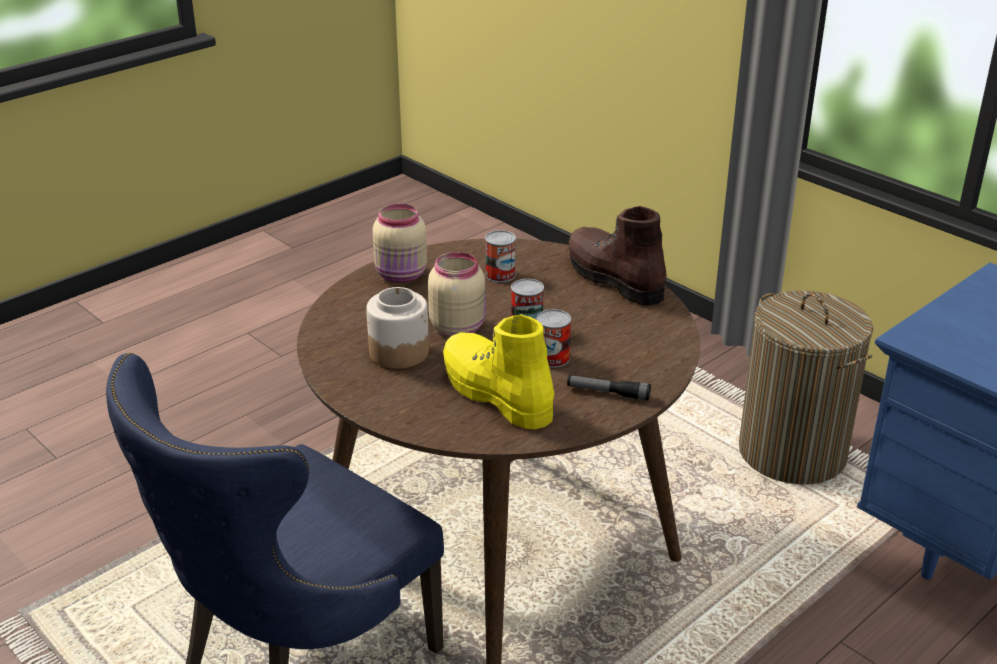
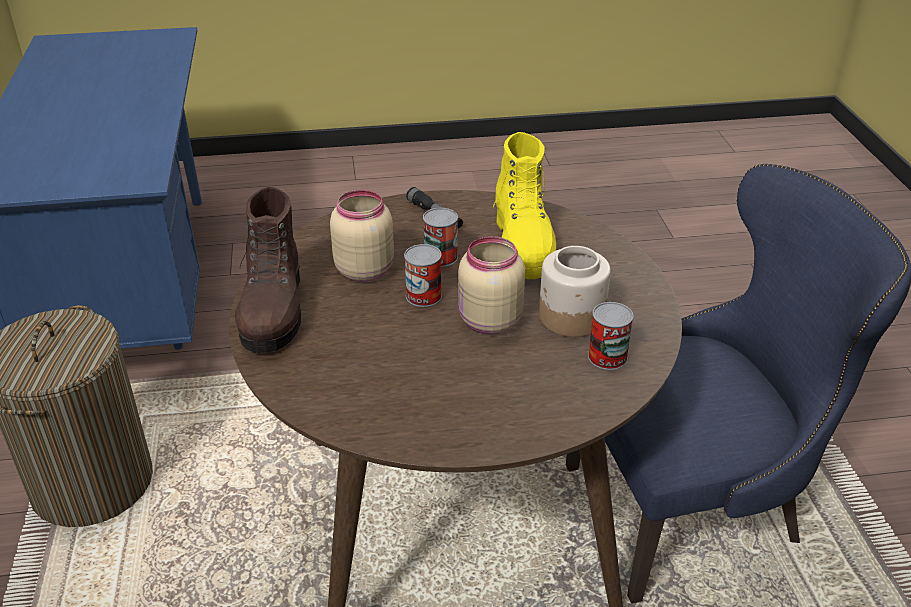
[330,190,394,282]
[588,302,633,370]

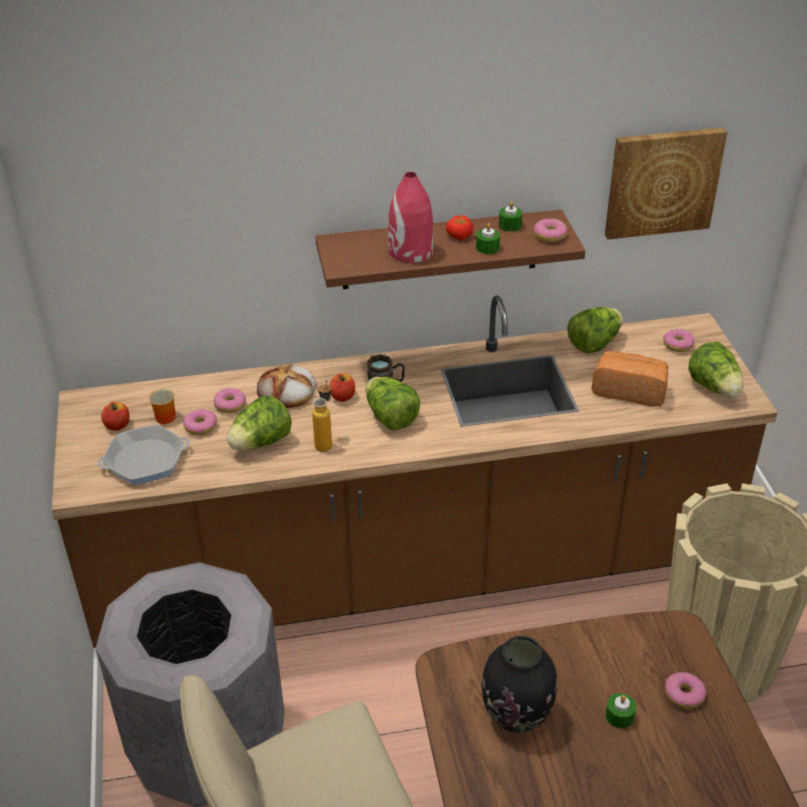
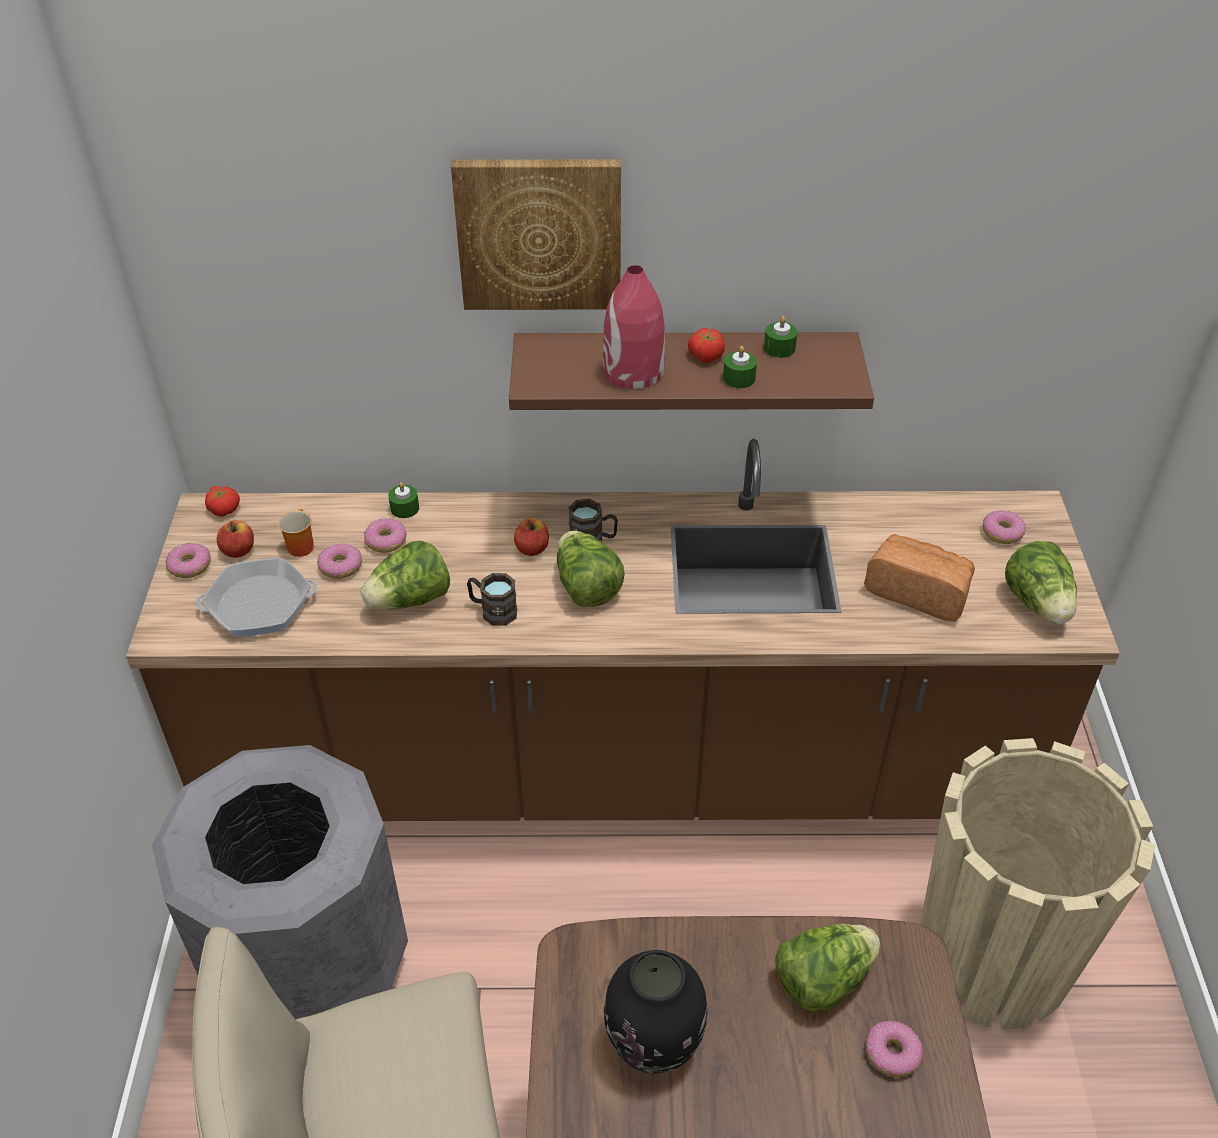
[451,159,621,310]
[166,543,211,578]
[775,924,880,1012]
[257,364,316,408] (first image)
[467,573,517,626]
[388,482,419,518]
[205,486,240,517]

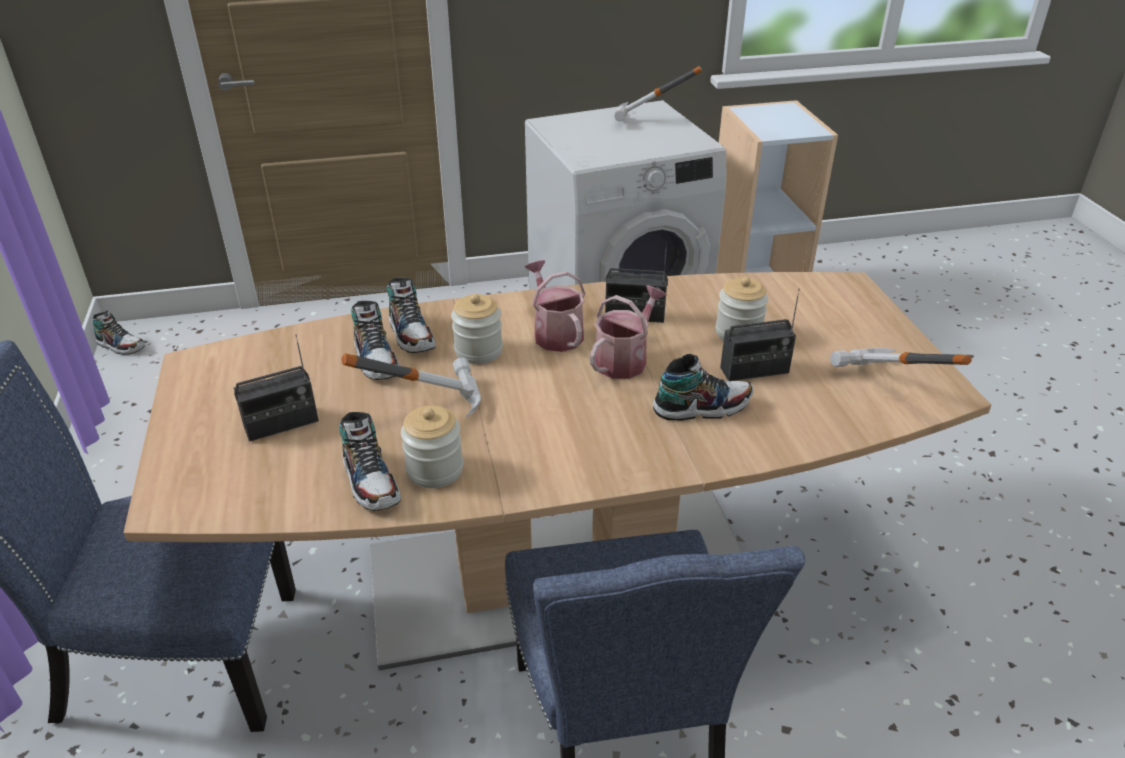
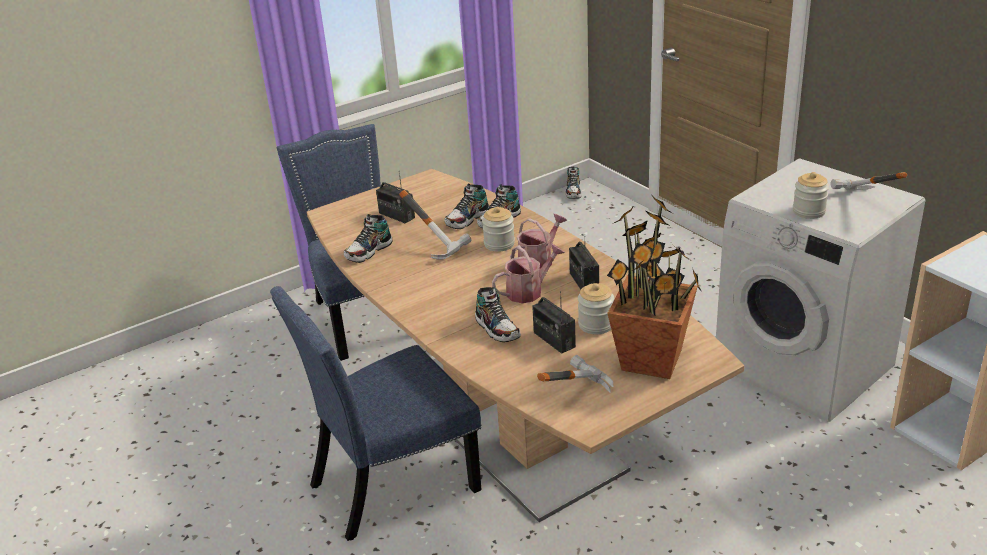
[492,244,565,303]
[793,172,829,219]
[607,196,702,379]

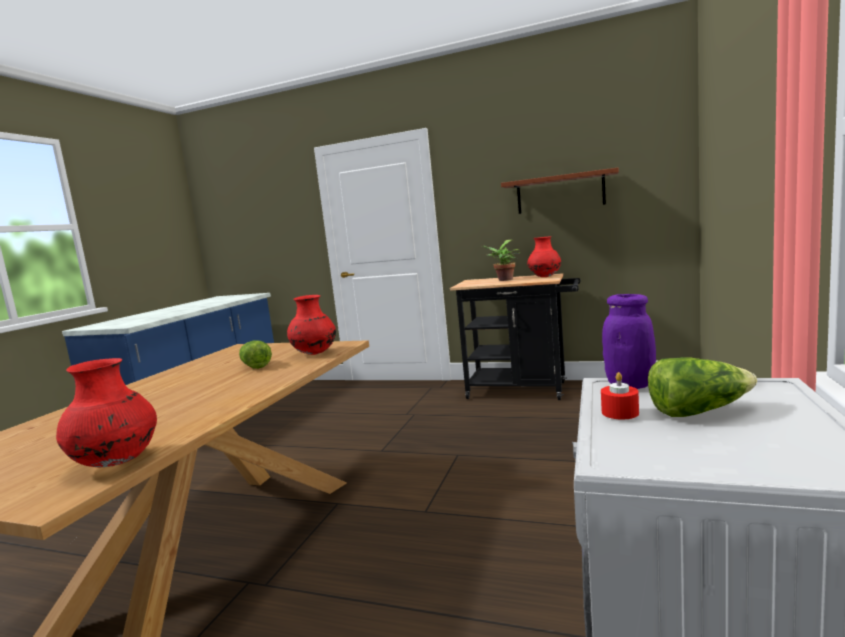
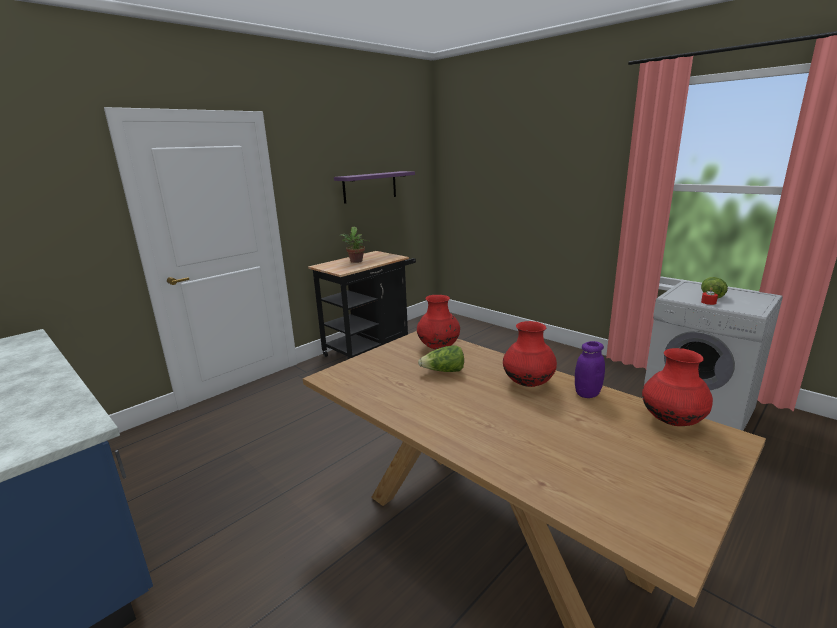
[334,171,415,204]
[503,321,557,387]
[575,341,605,398]

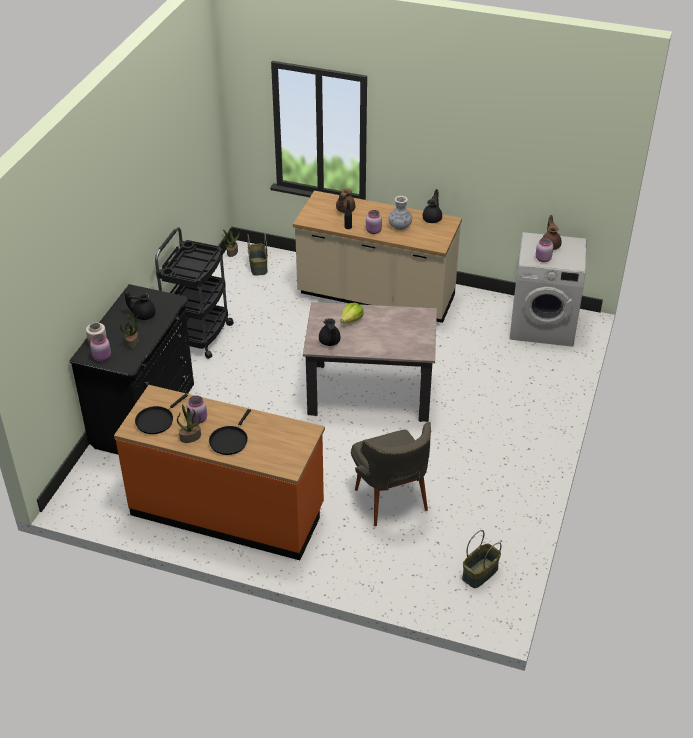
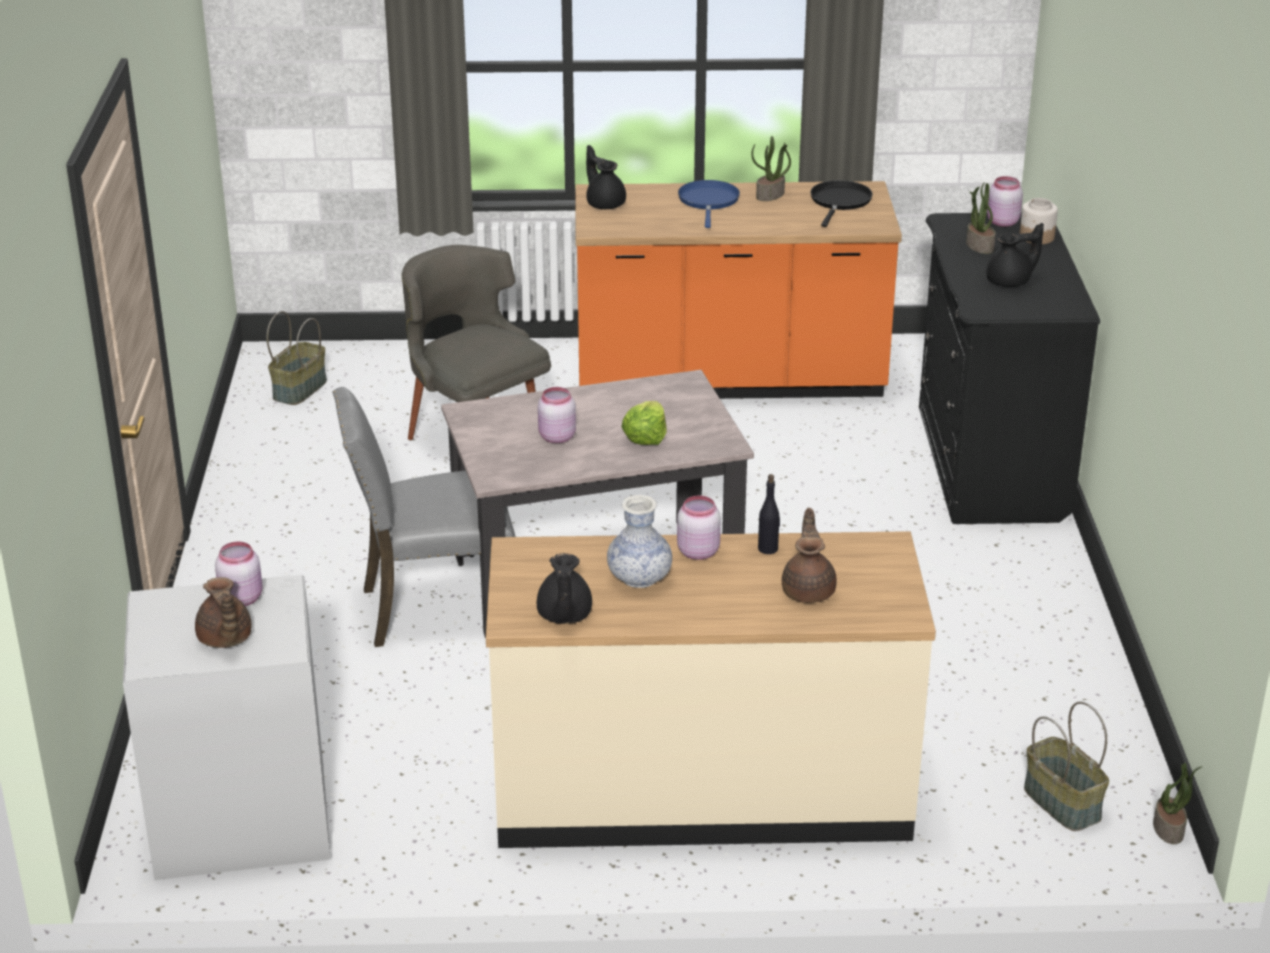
[155,227,234,359] (first image)
[586,145,626,209]
[538,387,576,443]
[678,180,740,228]
[332,387,516,647]

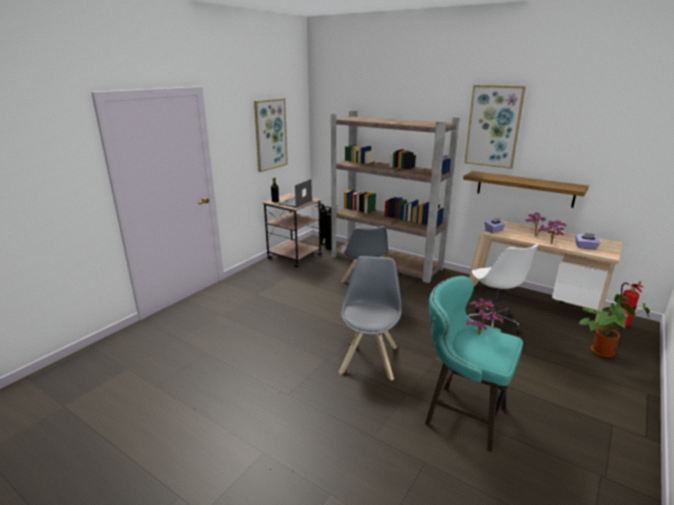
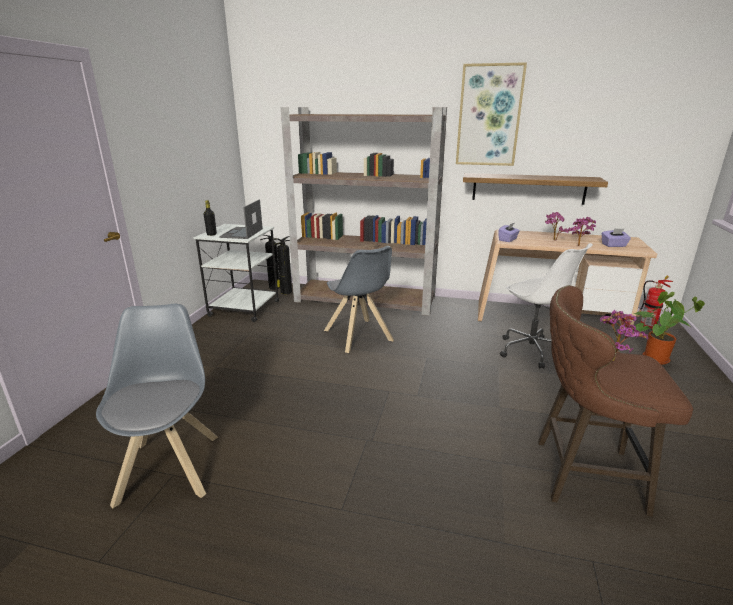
[254,98,288,172] (first image)
[193,224,279,322]
[96,304,218,509]
[538,285,693,517]

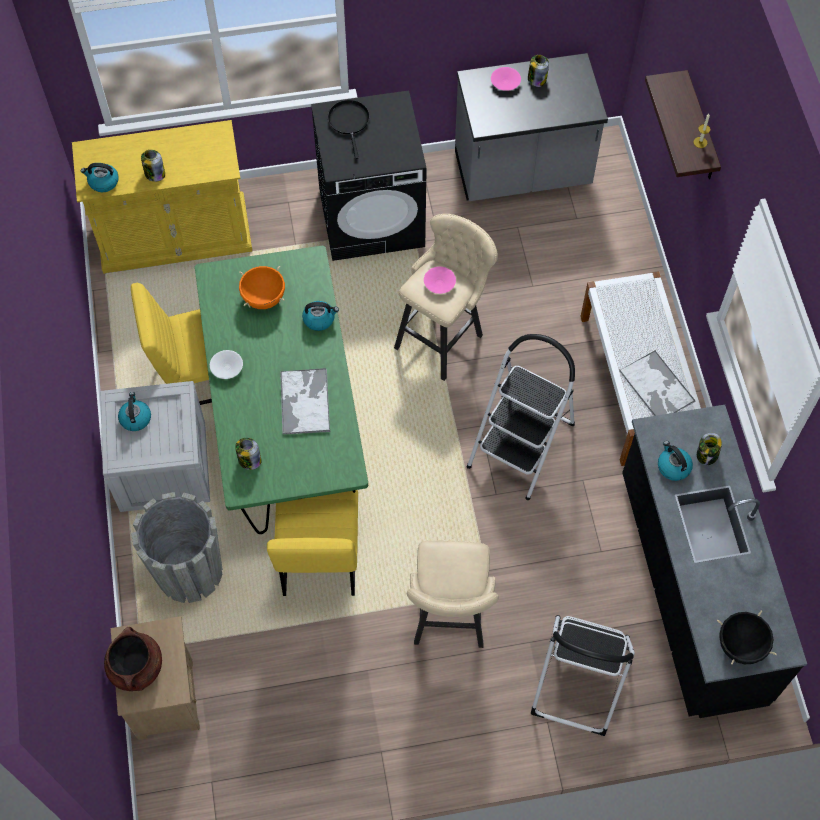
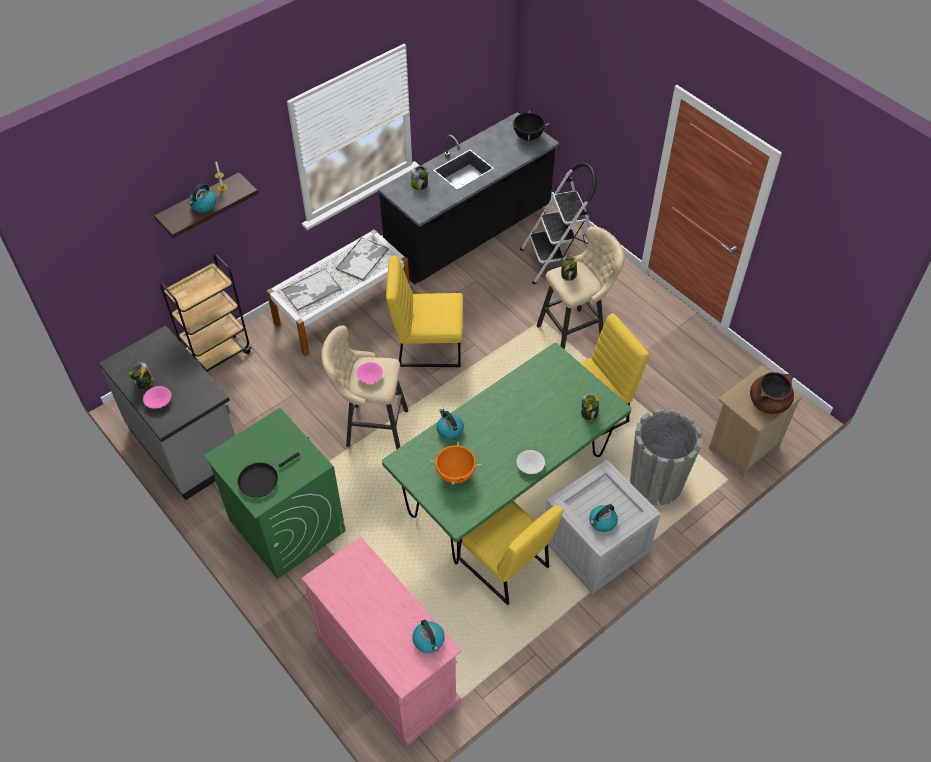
[203,408,346,579]
[302,536,462,746]
[561,255,577,281]
[386,256,463,367]
[281,269,342,311]
[188,183,216,212]
[160,254,252,373]

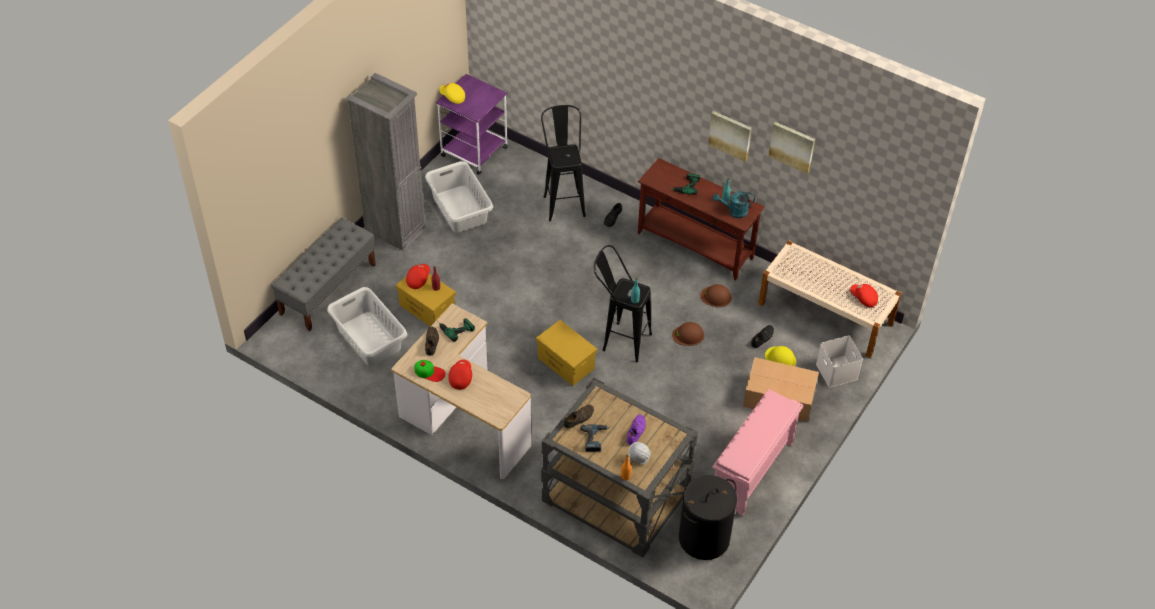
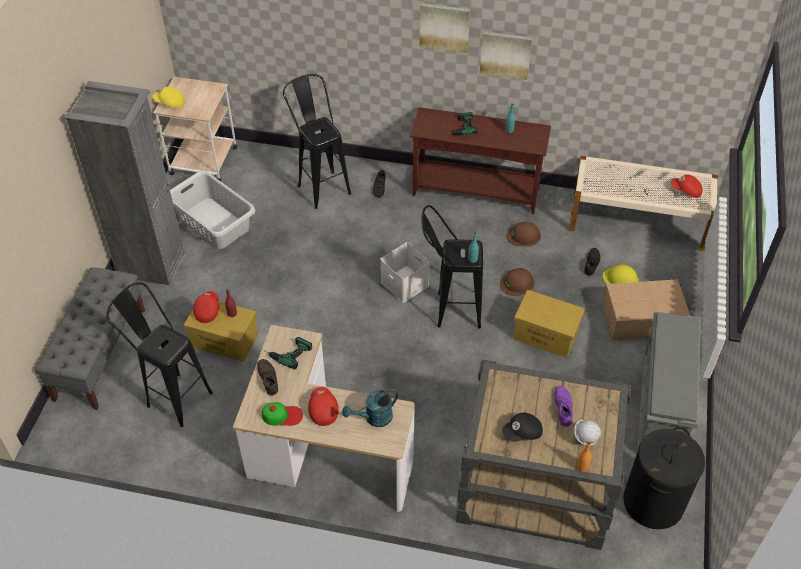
[153,77,237,181]
[419,3,470,53]
[342,389,398,427]
[107,282,213,427]
[513,290,585,358]
[380,242,430,303]
[636,312,701,455]
[563,404,594,429] (first image)
[502,413,543,442]

